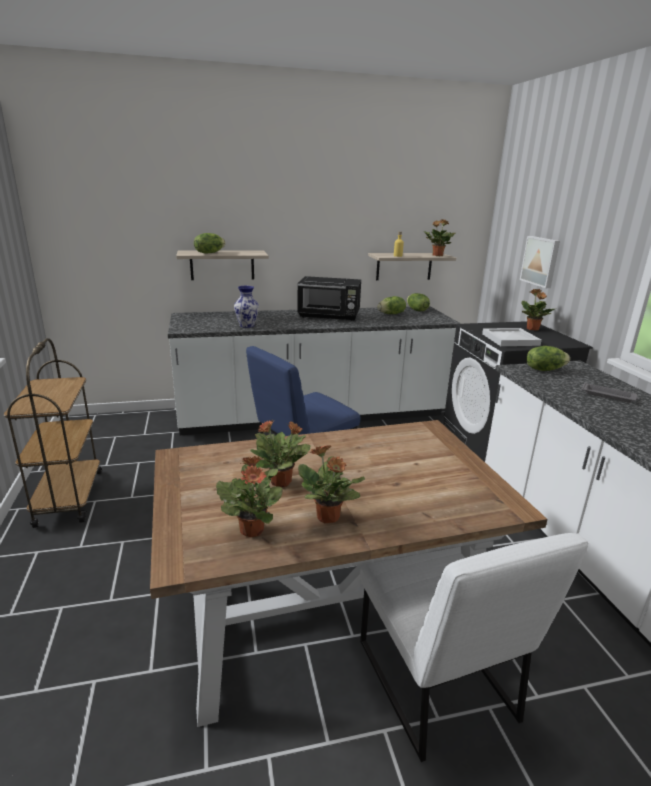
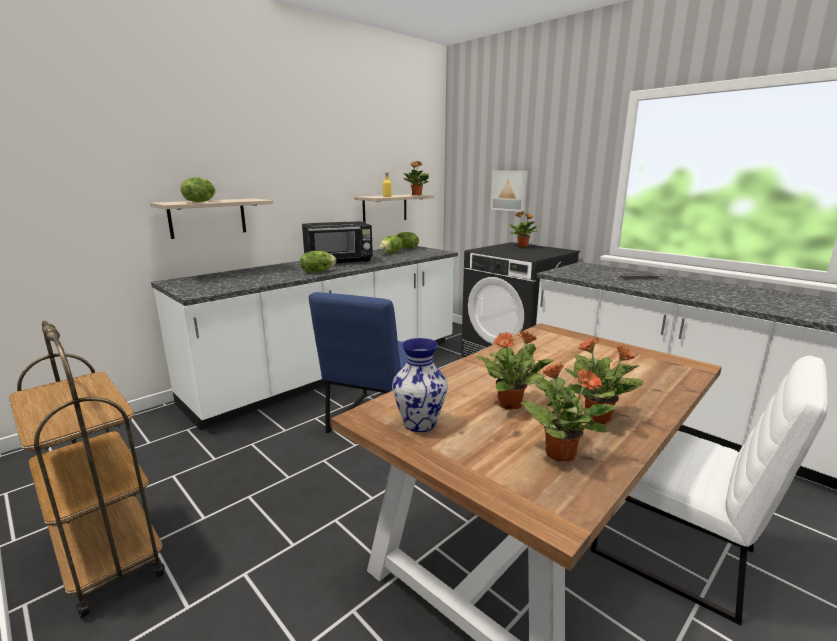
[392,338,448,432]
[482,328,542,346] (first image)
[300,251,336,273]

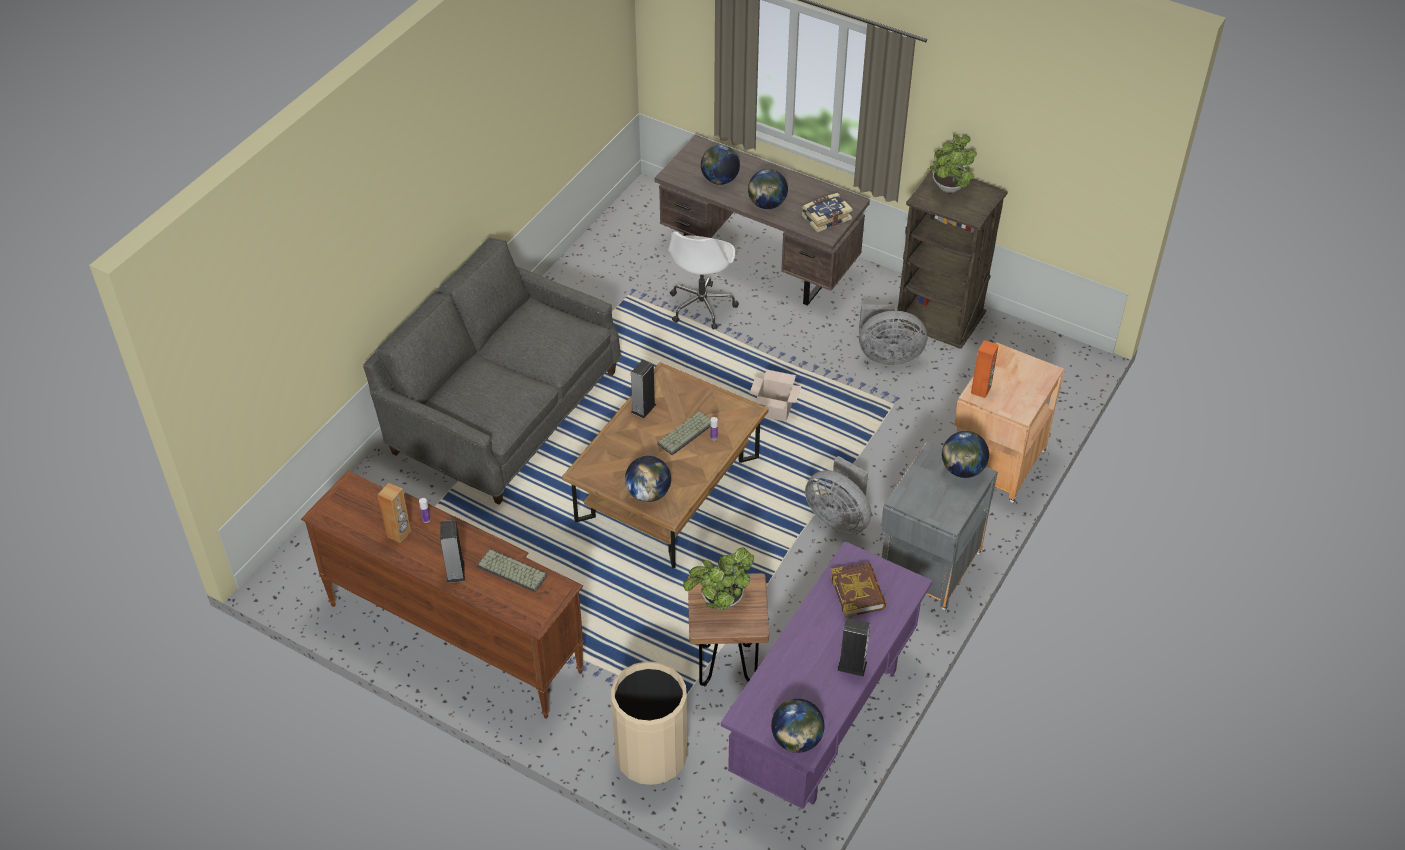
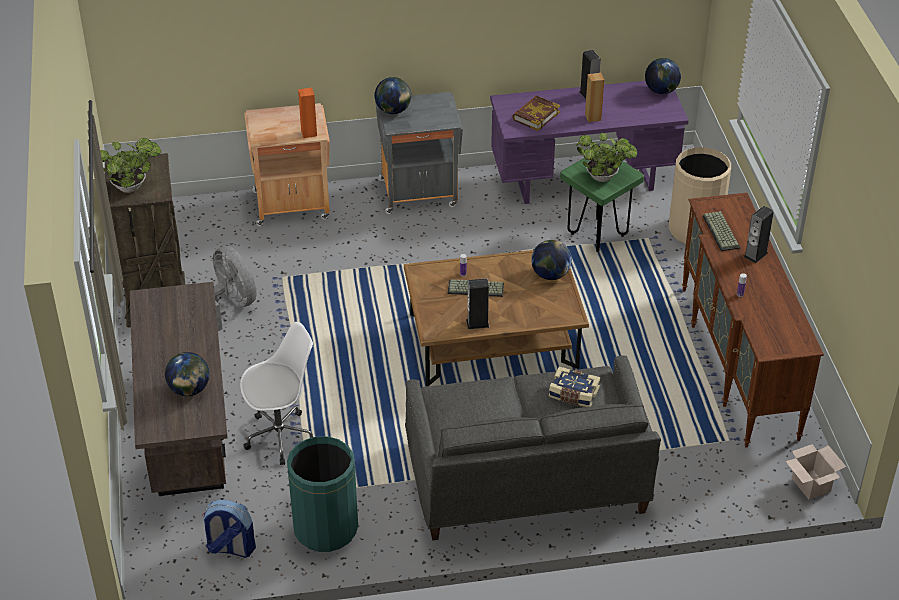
[748,169,788,209] (first image)
[549,366,600,407]
[785,444,846,500]
[805,456,871,535] (first image)
[585,73,604,122]
[560,150,644,252]
[287,436,358,552]
[202,500,256,558]

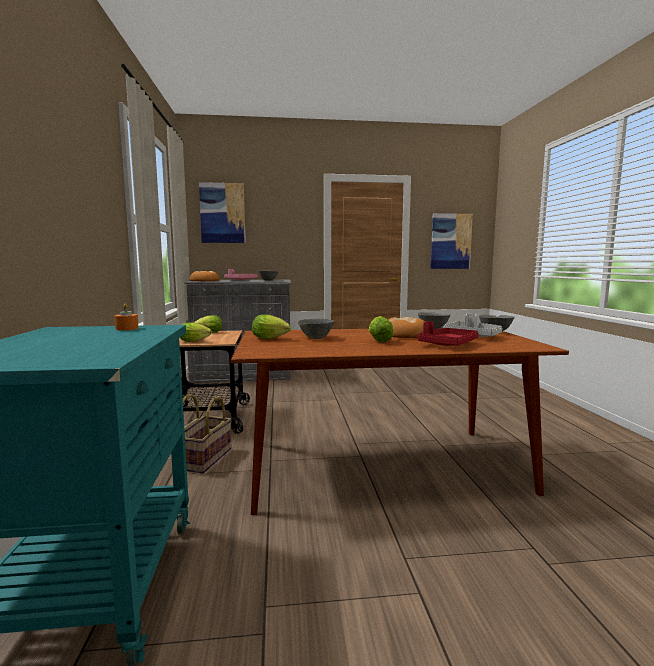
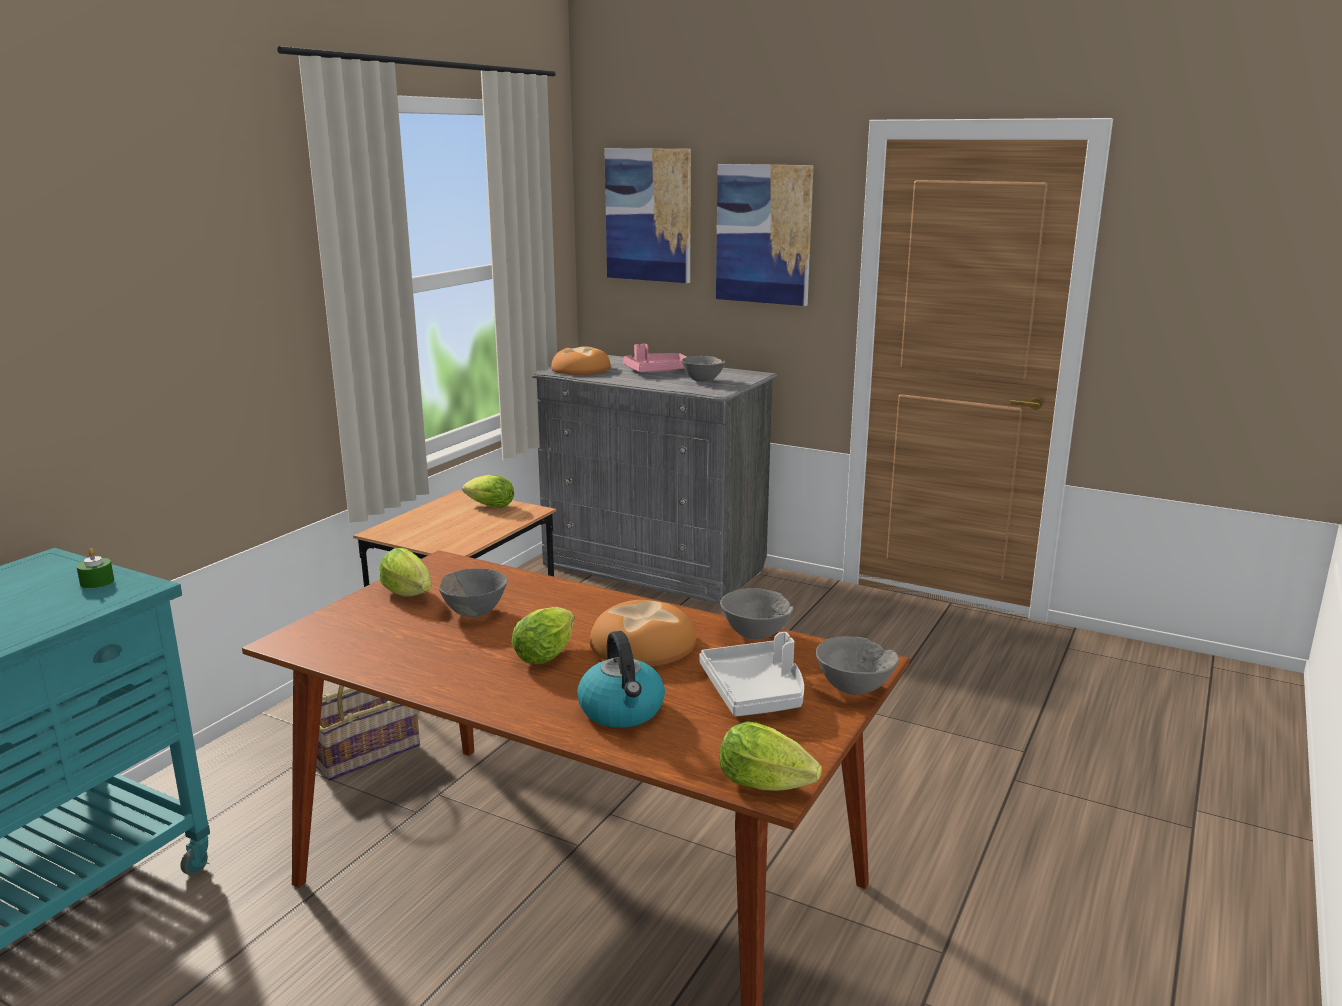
[716,164,814,306]
[76,548,114,588]
[577,631,665,728]
[719,721,822,791]

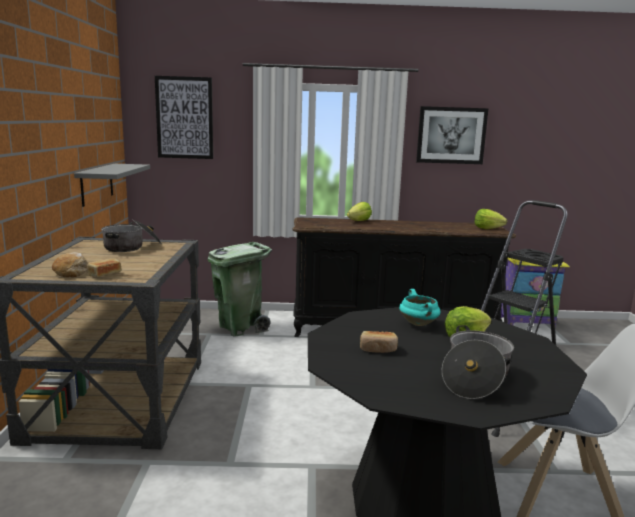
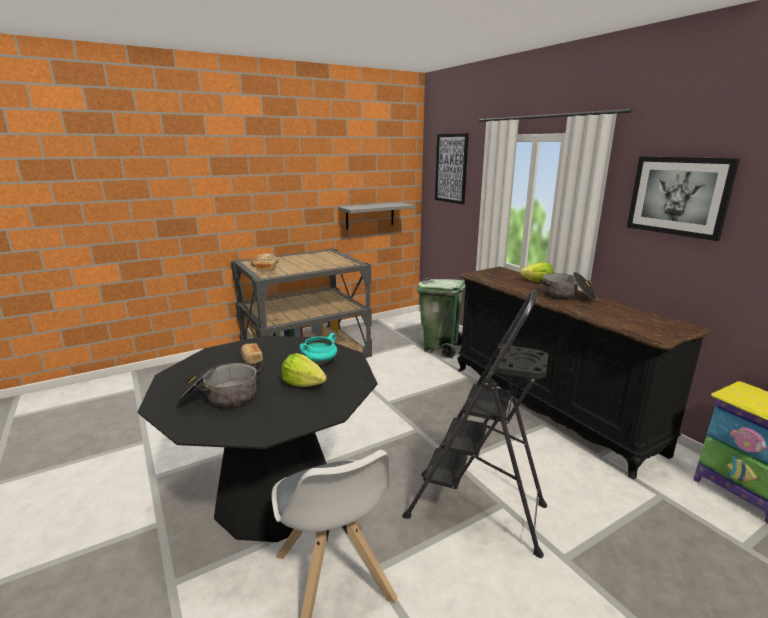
[475,209,507,229] (first image)
[540,272,596,300]

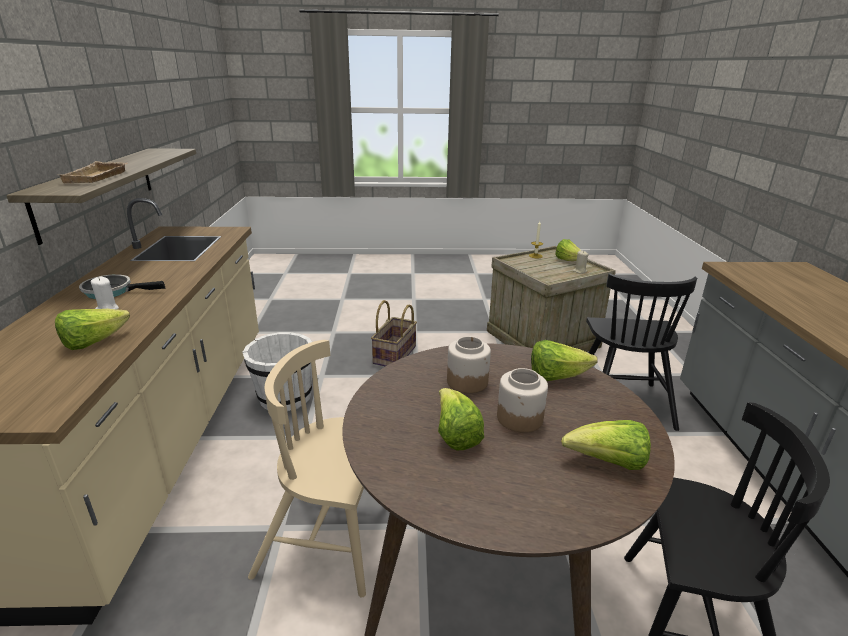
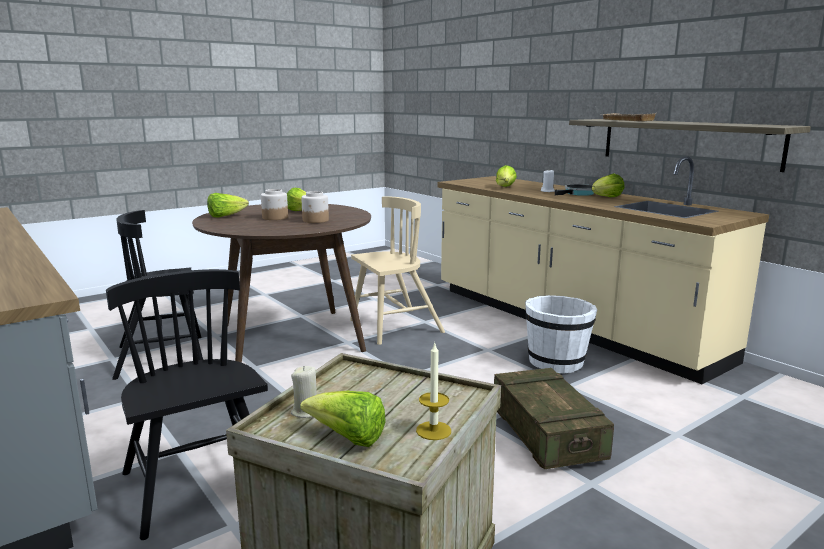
[494,368,614,469]
[592,173,625,197]

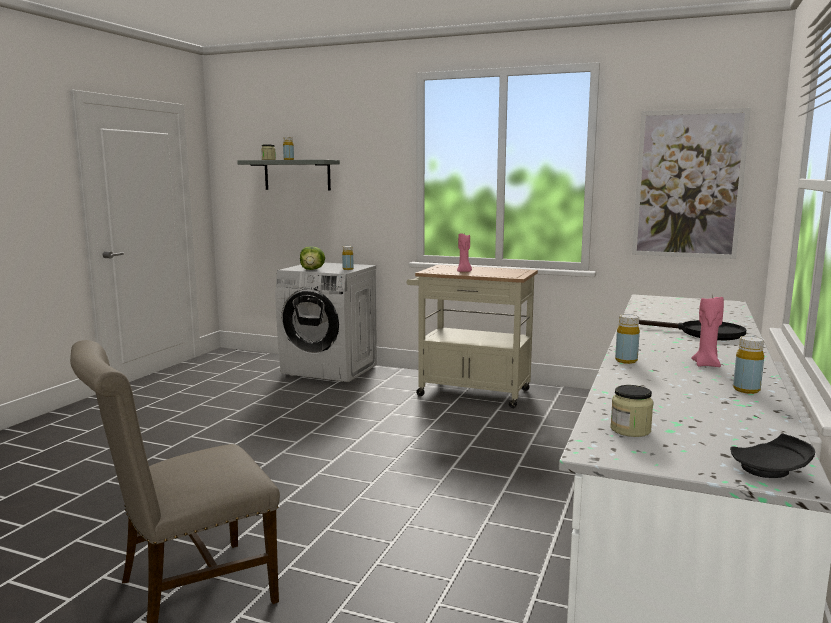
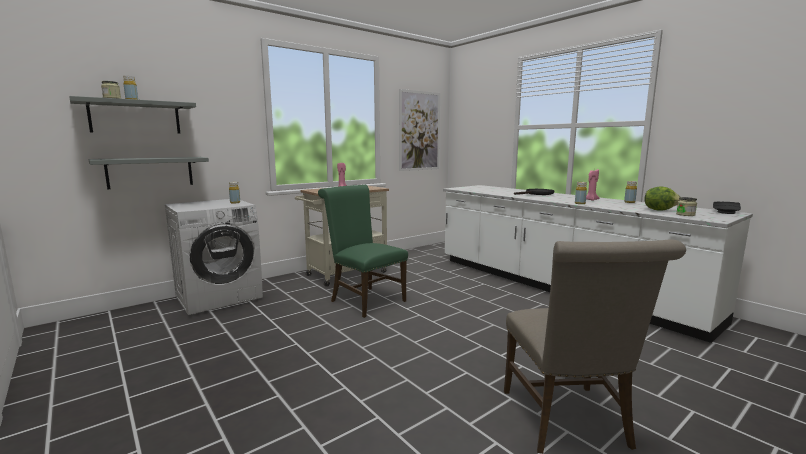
[645,186,680,210]
[89,157,209,189]
[318,185,408,318]

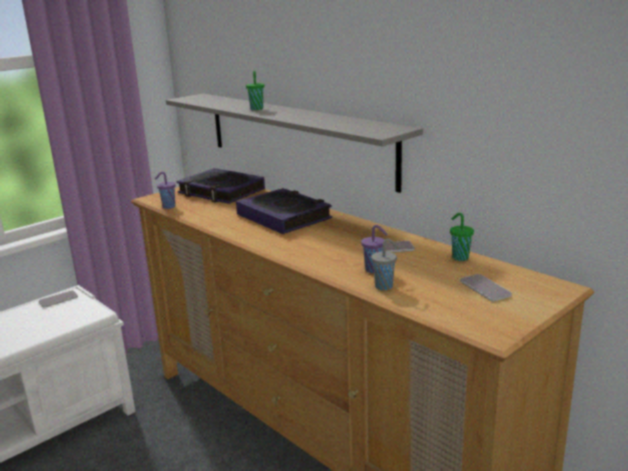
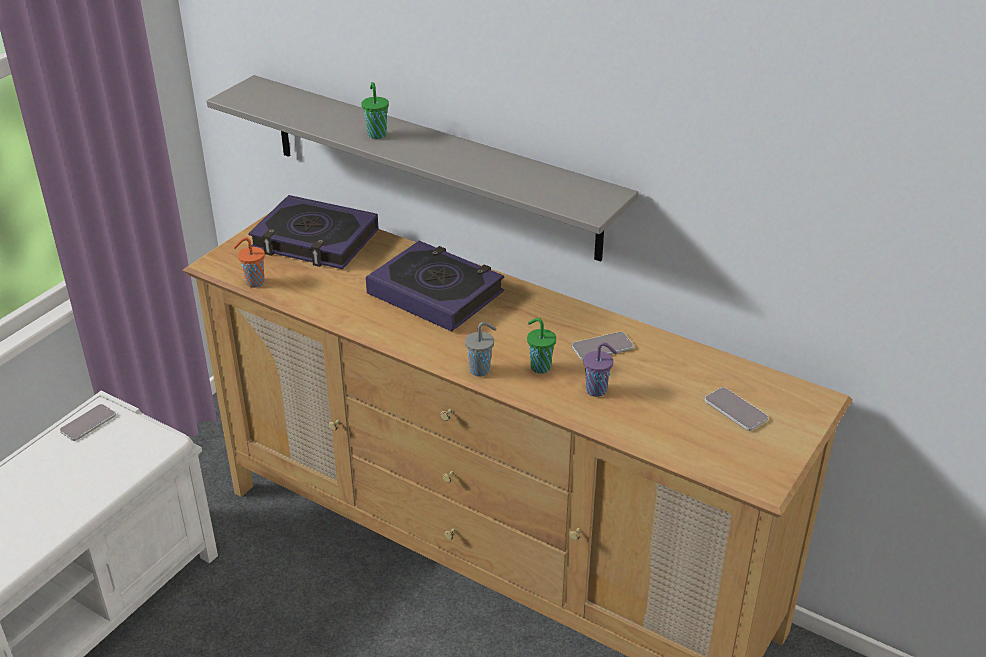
[234,237,265,288]
[527,318,556,374]
[465,322,496,377]

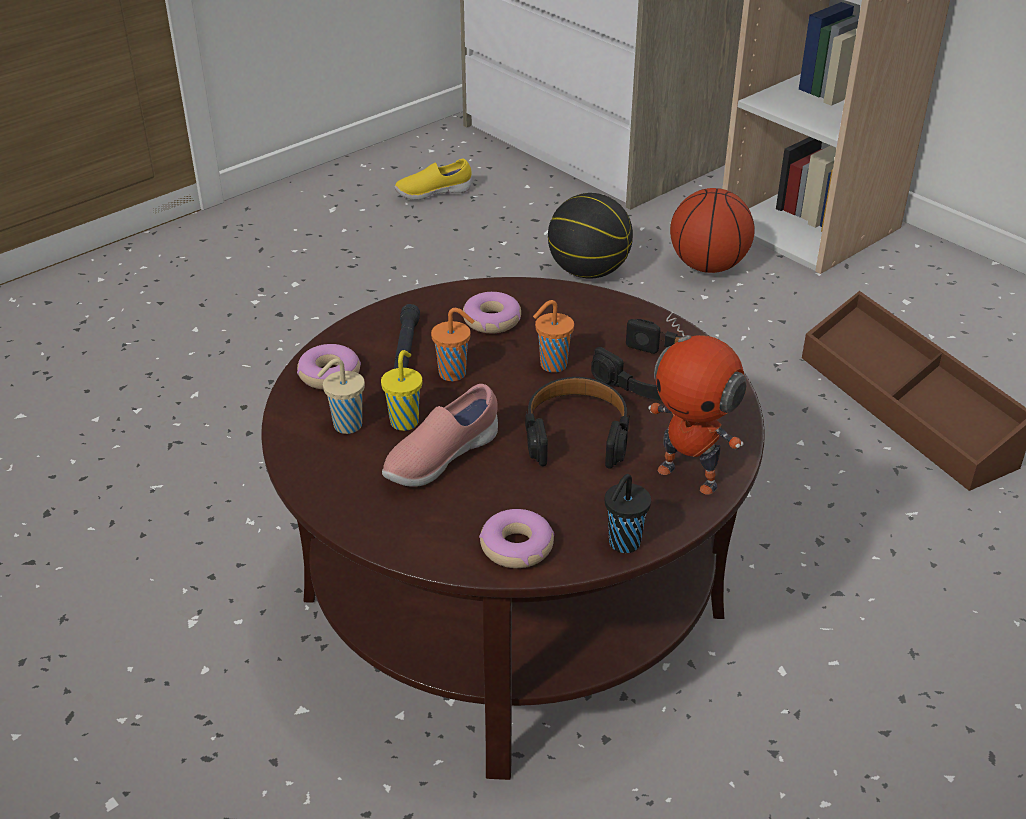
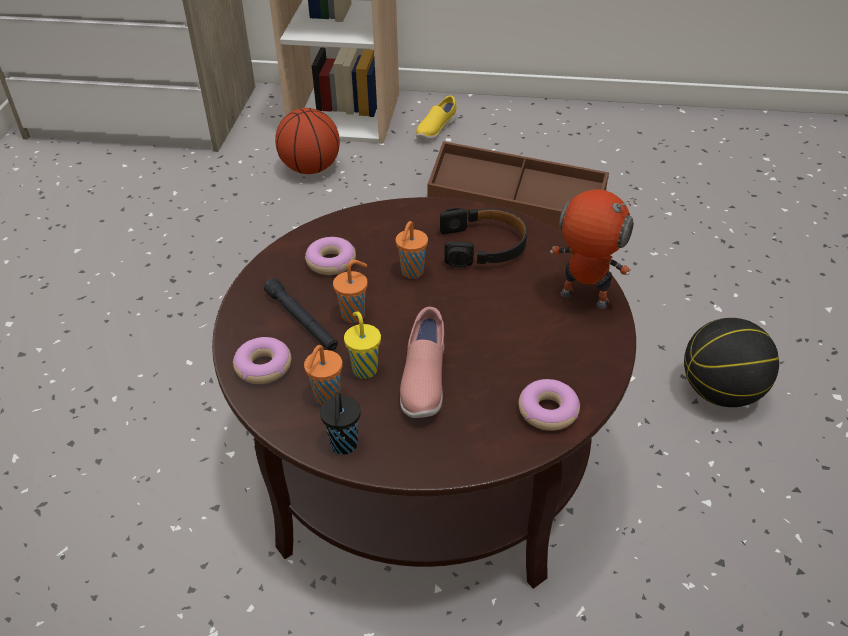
[416,95,457,140]
[684,318,779,407]
[550,189,637,309]
[304,345,343,405]
[525,377,630,469] (first image)
[320,392,360,454]

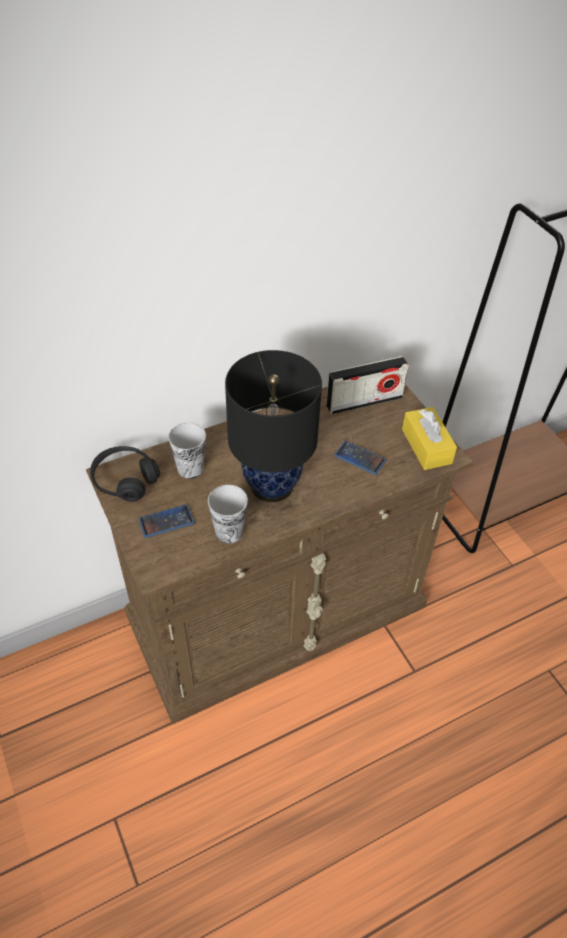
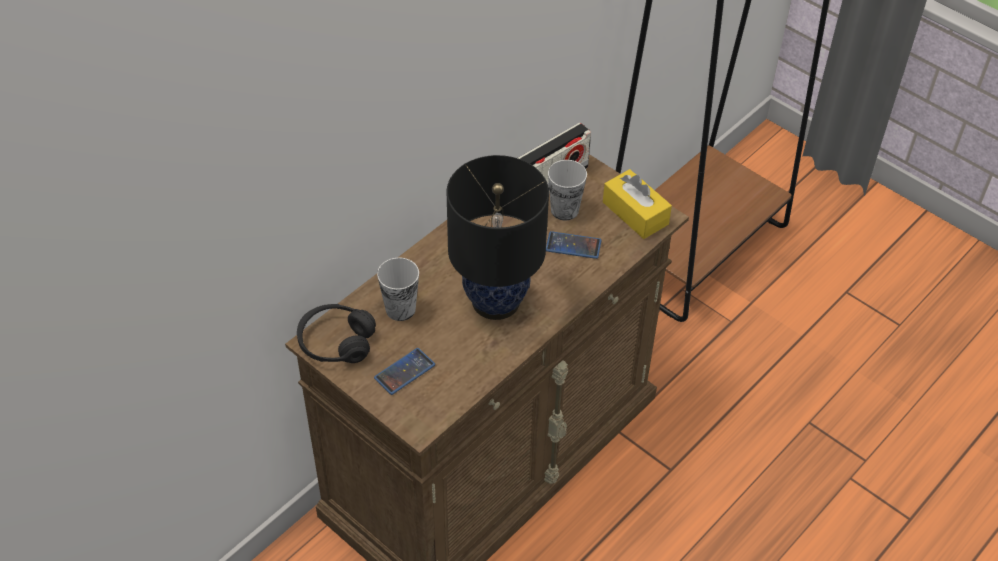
[548,160,587,221]

